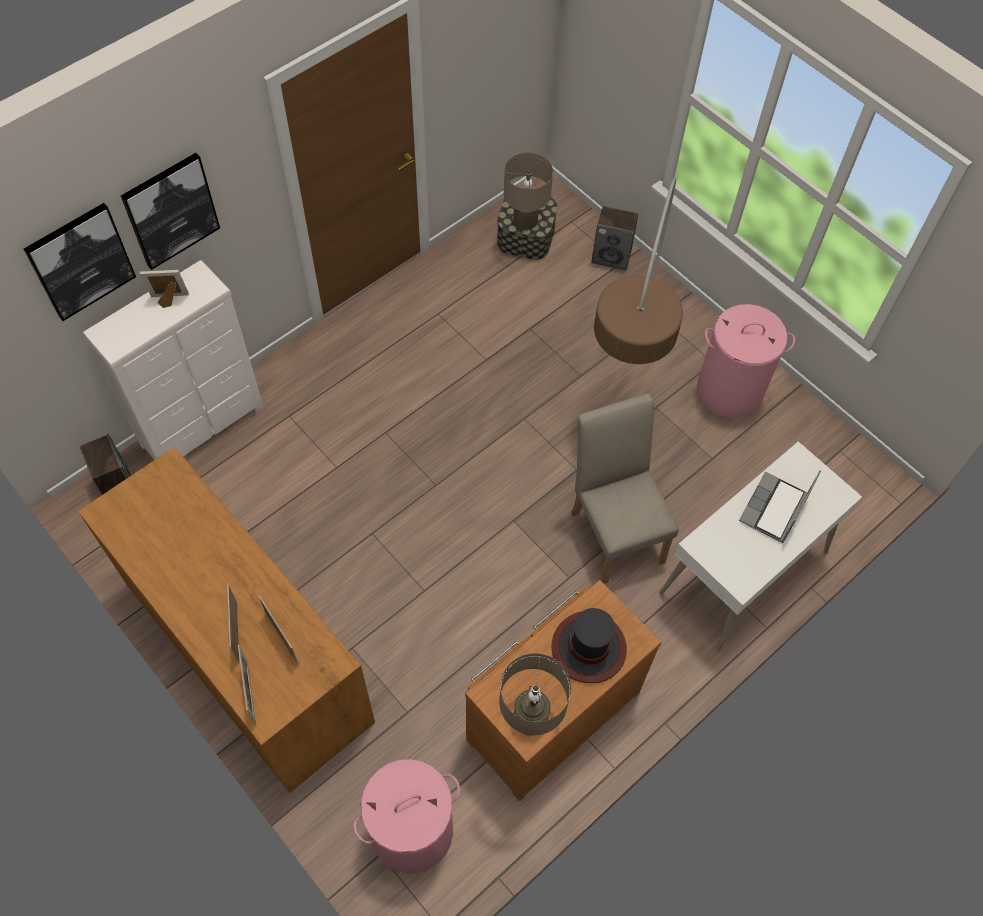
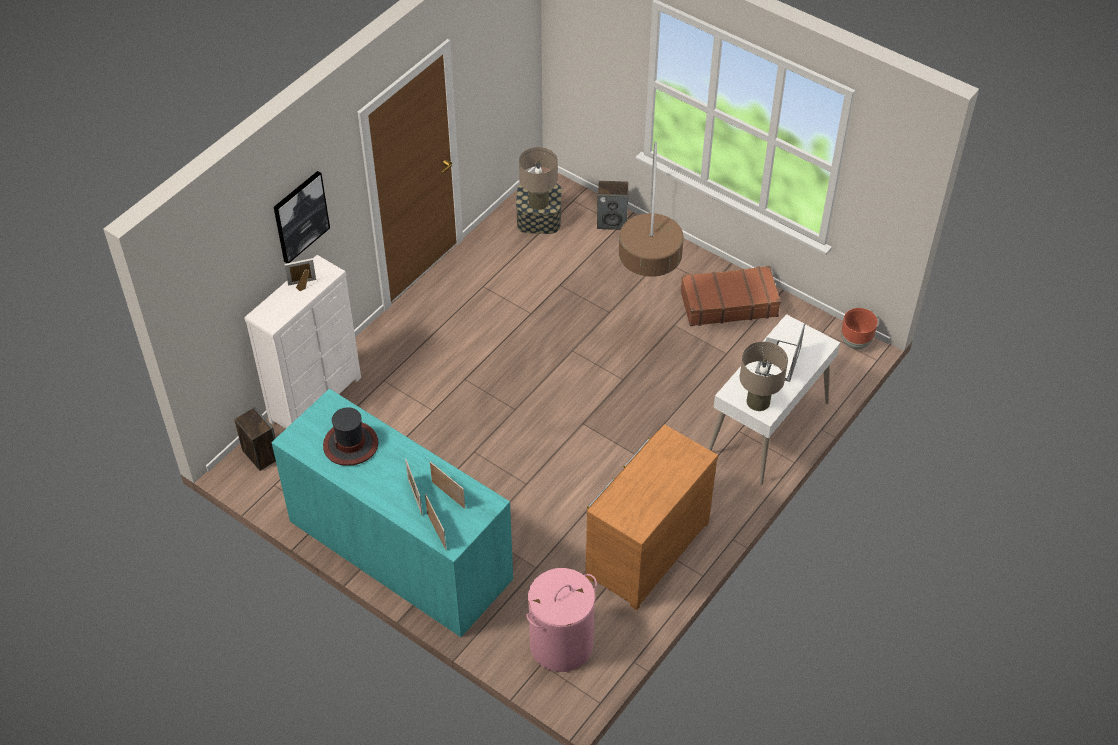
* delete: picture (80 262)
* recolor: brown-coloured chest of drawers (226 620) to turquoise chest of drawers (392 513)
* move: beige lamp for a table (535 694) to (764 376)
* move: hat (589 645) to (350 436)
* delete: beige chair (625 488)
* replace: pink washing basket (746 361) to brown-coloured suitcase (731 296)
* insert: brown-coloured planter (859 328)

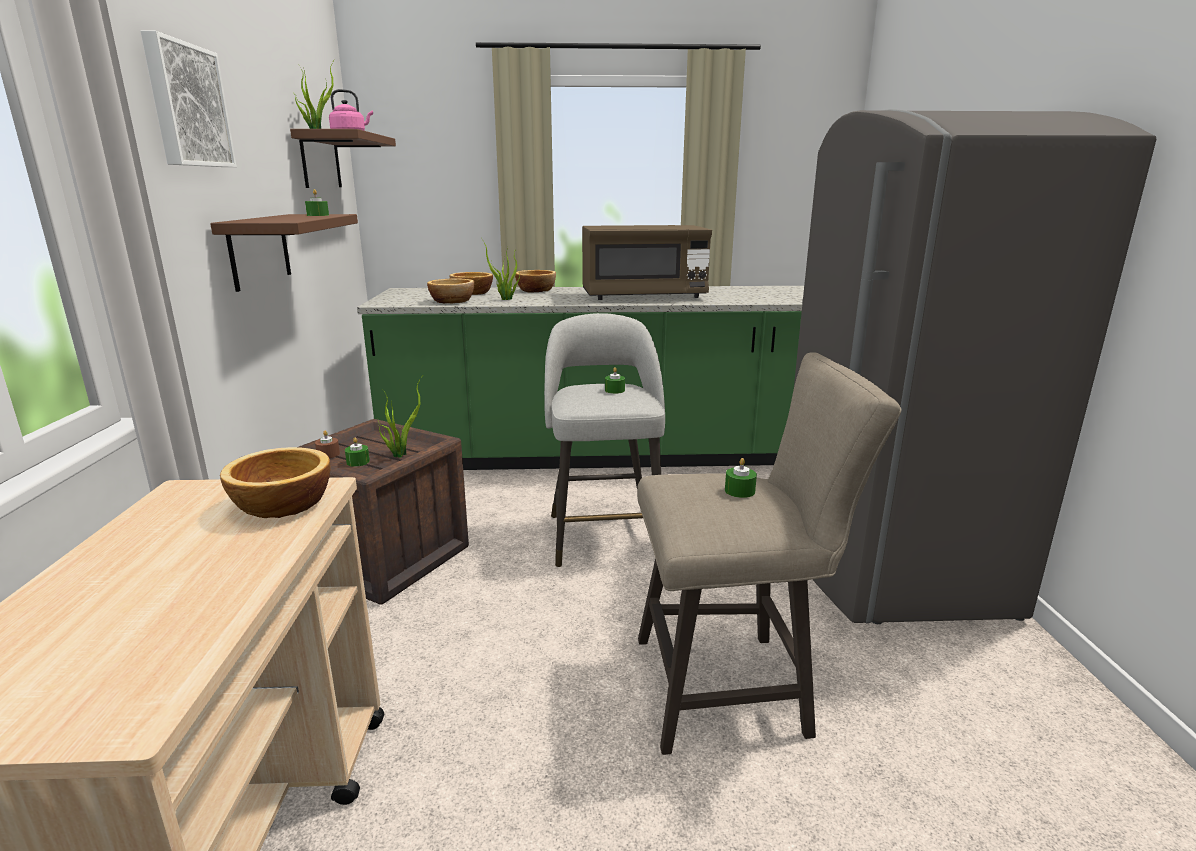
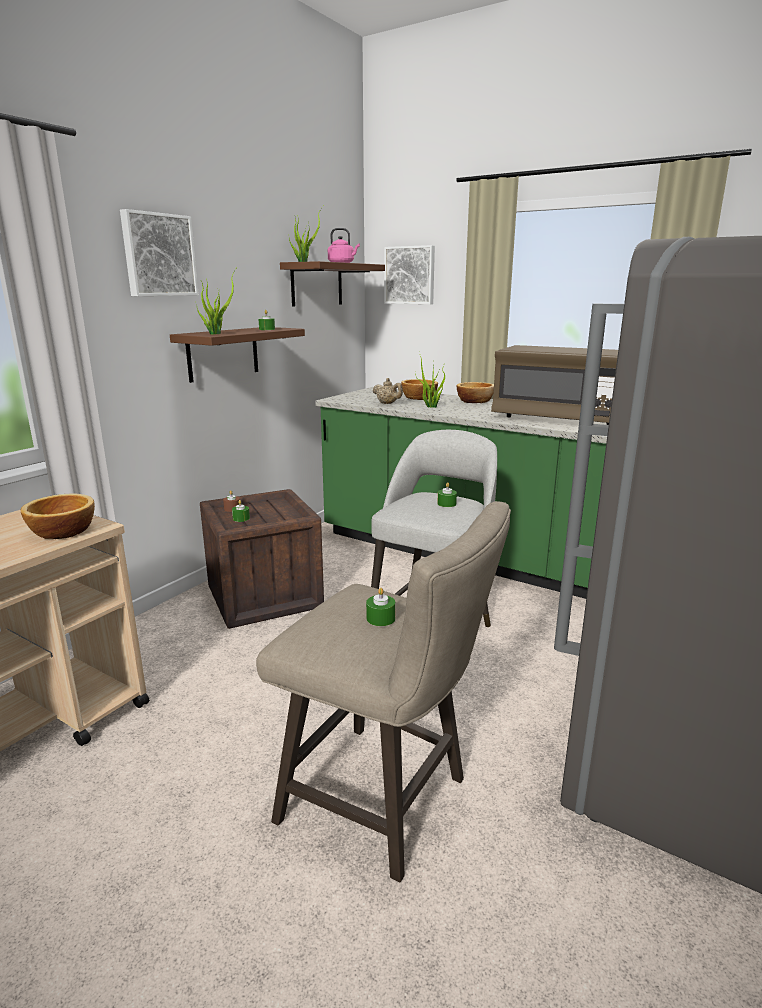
* move: houseplant (400 416) to (216 302)
* replace: serving bowl (450 291) to beige teapot (388 391)
* insert: picture (409 274)

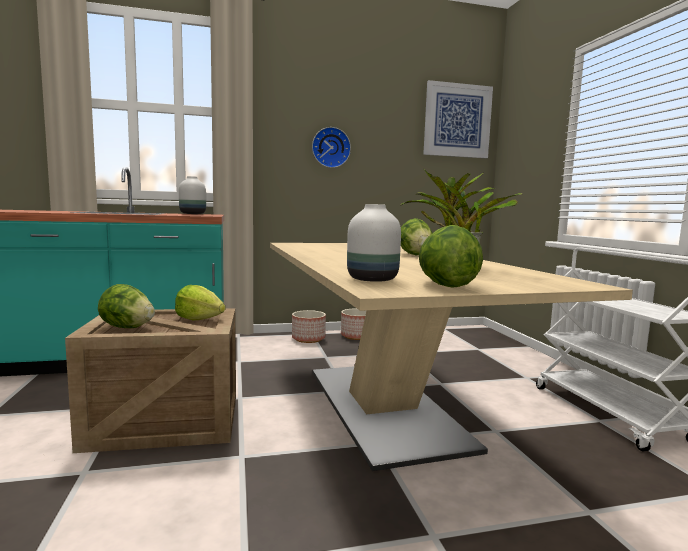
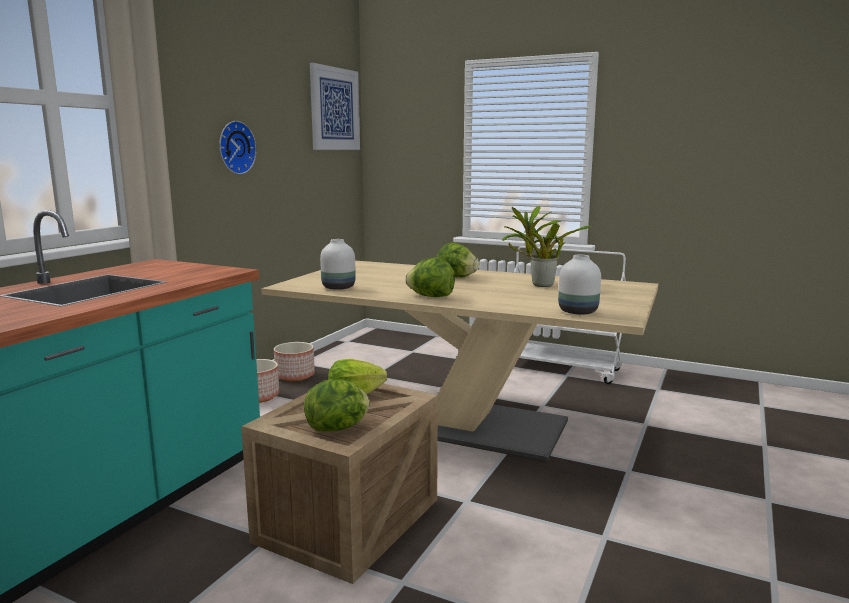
* move: white vase (192 195) to (338 264)
* move: lettuce head (451 256) to (430 277)

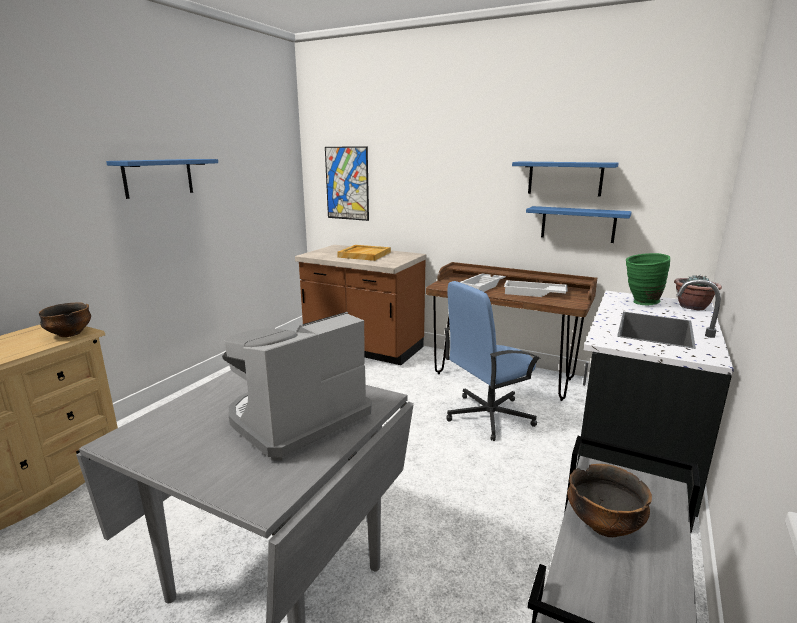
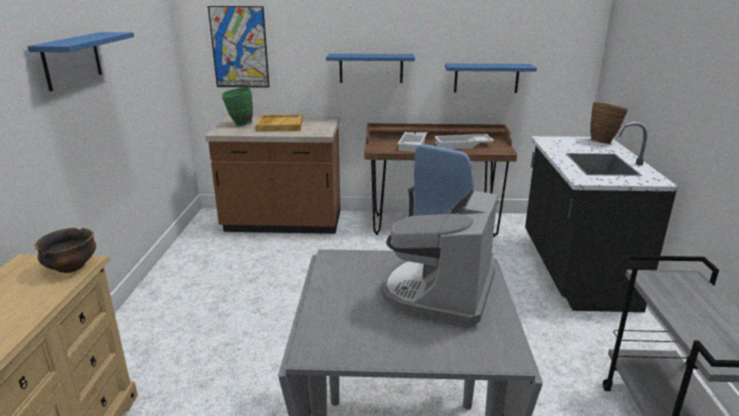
* move: bluish wall shelf (565 179) to (370 68)
* delete: serving bowl (609 500)
* move: green-coloured vase (648 279) to (237 107)
* replace: houseplant (698 292) to brown-coloured vase (609 123)

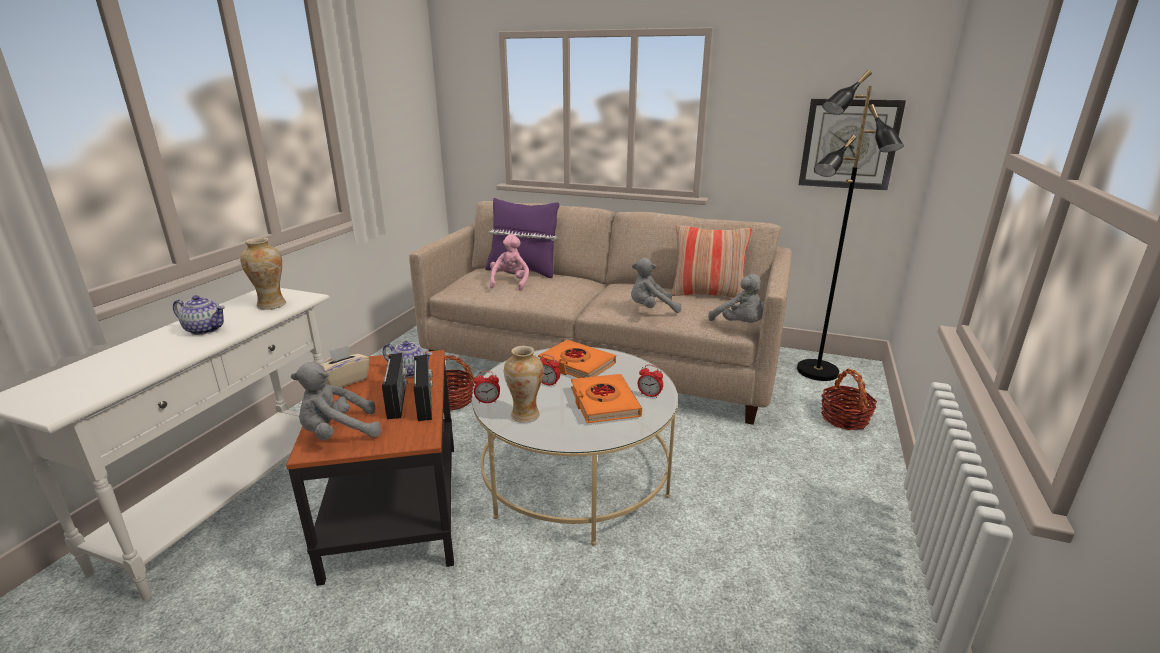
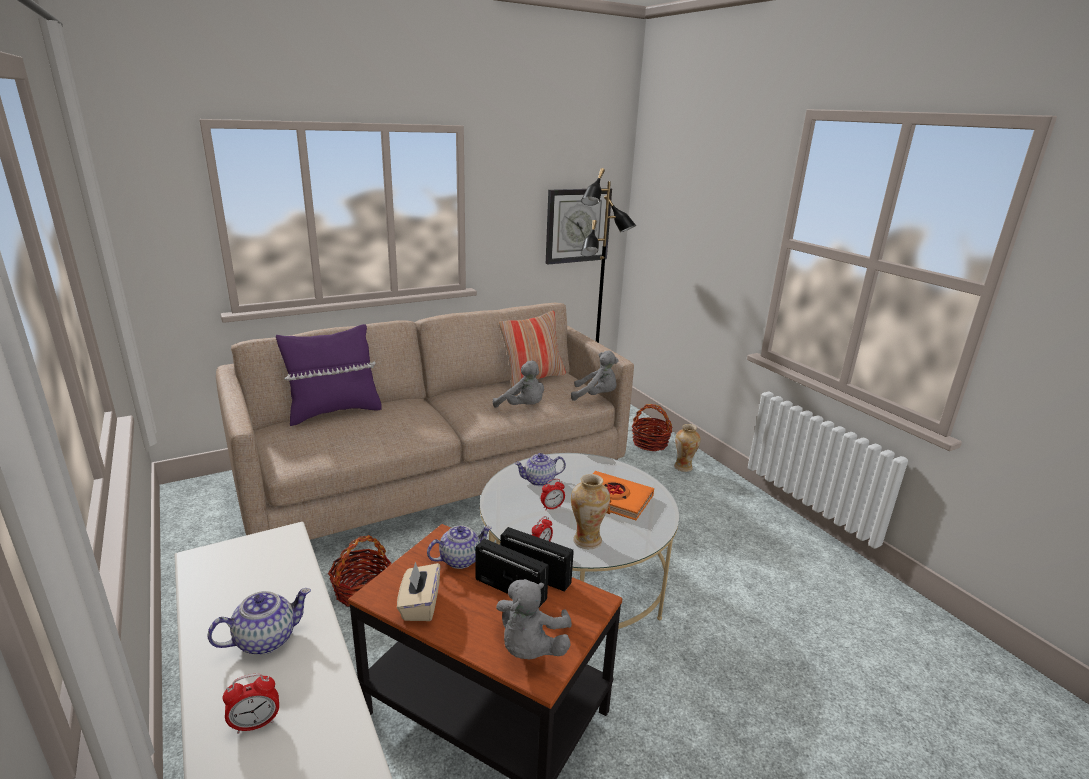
* move: vase (263 273) to (687 448)
* delete: pink soft toy (509 262)
* replace: orange-coloured book (577 359) to teapot (540 469)
* rotate: greyish soft toy (656 285) = (518 384) 90 degrees counterclockwise
* move: alarm clock (650 381) to (251 704)

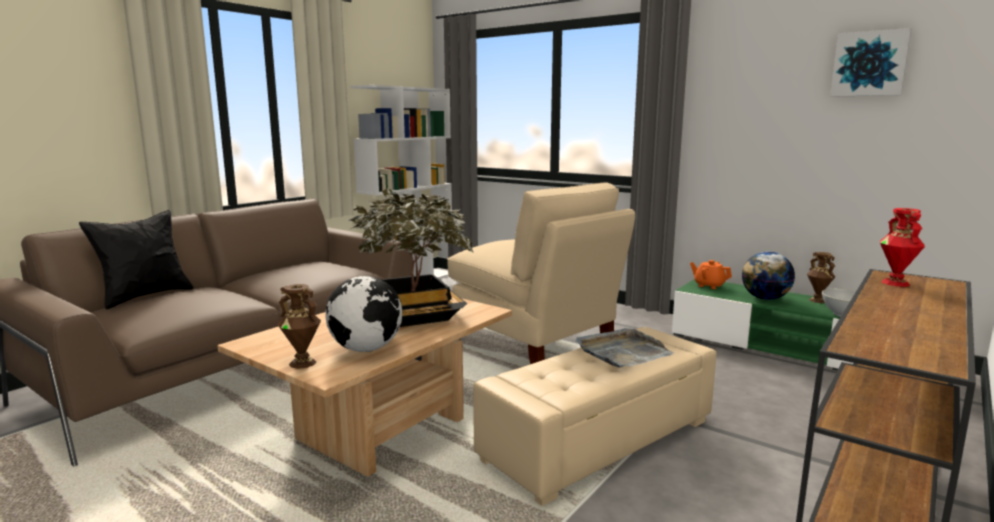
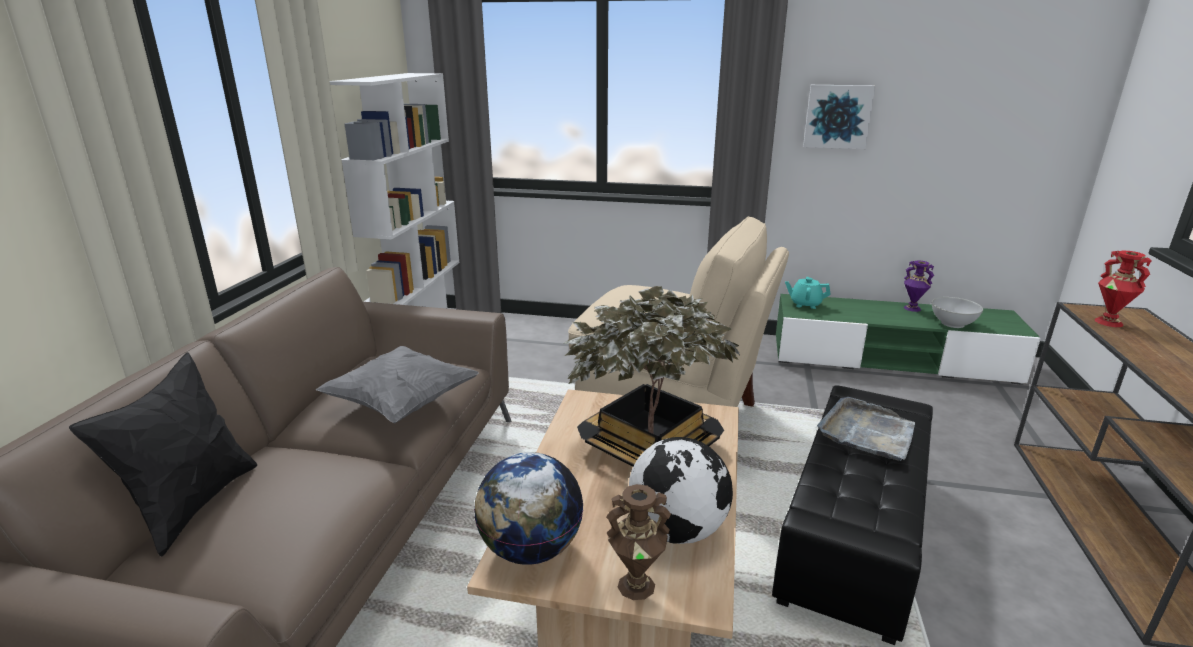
* recolor: beige footrest (594 416) to black-coloured footrest (852 515)
* recolor: orange-coloured teapot (711 274) to turquoise teapot (807 293)
* move: world globe (768 275) to (528 508)
* recolor: brown-coloured vase (821 277) to purple-coloured vase (919 286)
* move: picture (870 62) to (839 117)
* insert: greyish pillow (397 385)

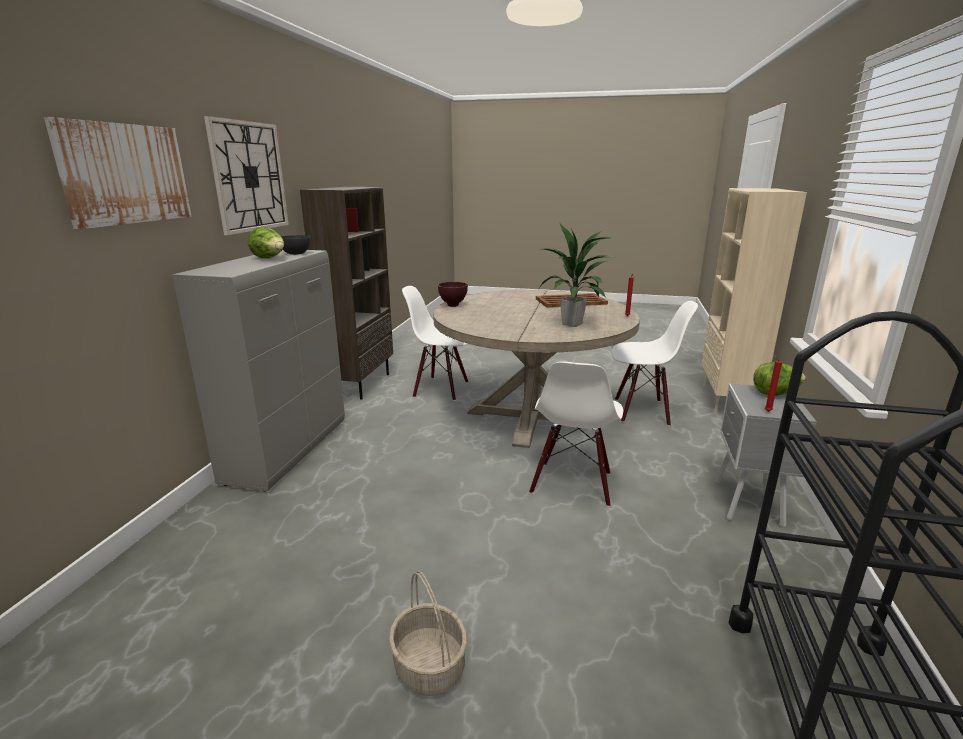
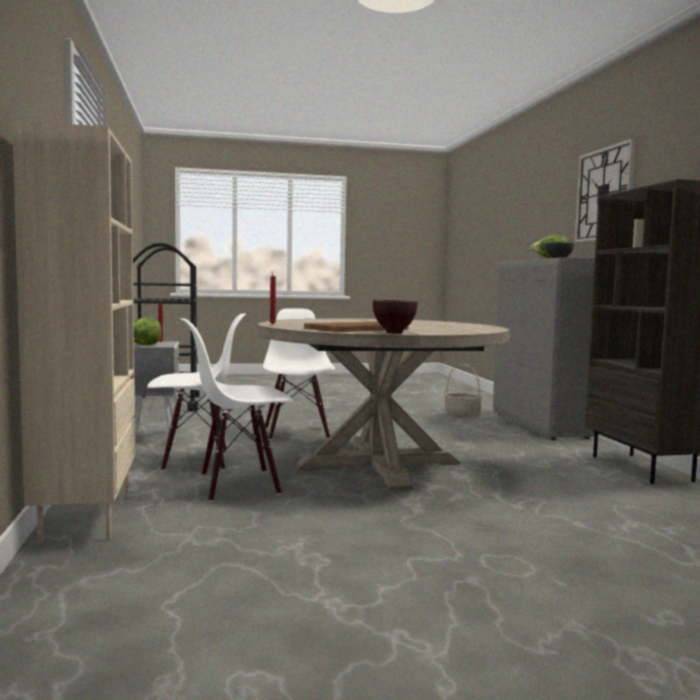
* delete: picture (118 173)
* move: household basket (428 633) to (463 390)
* move: white chair (435 343) to (196 392)
* move: brown-coloured serving bowl (453 294) to (395 317)
* delete: houseplant (576 274)

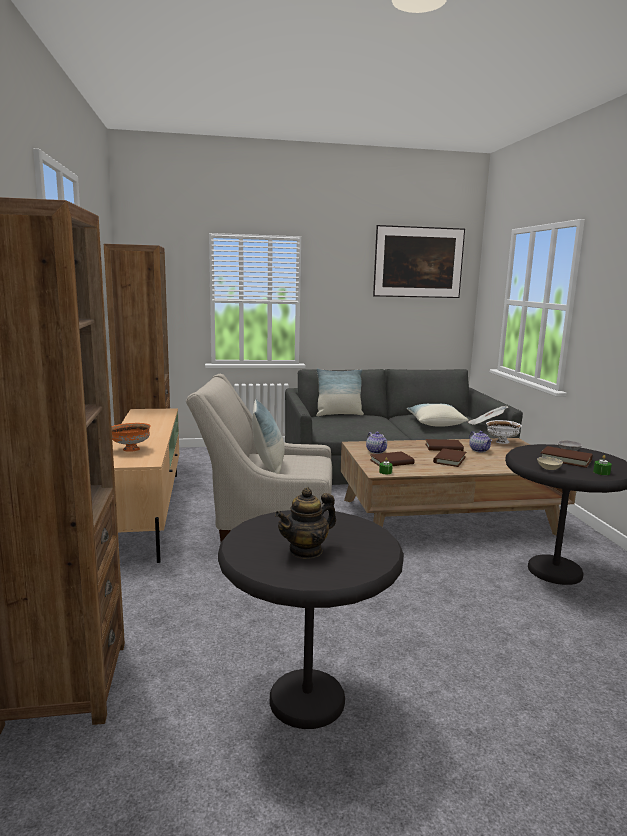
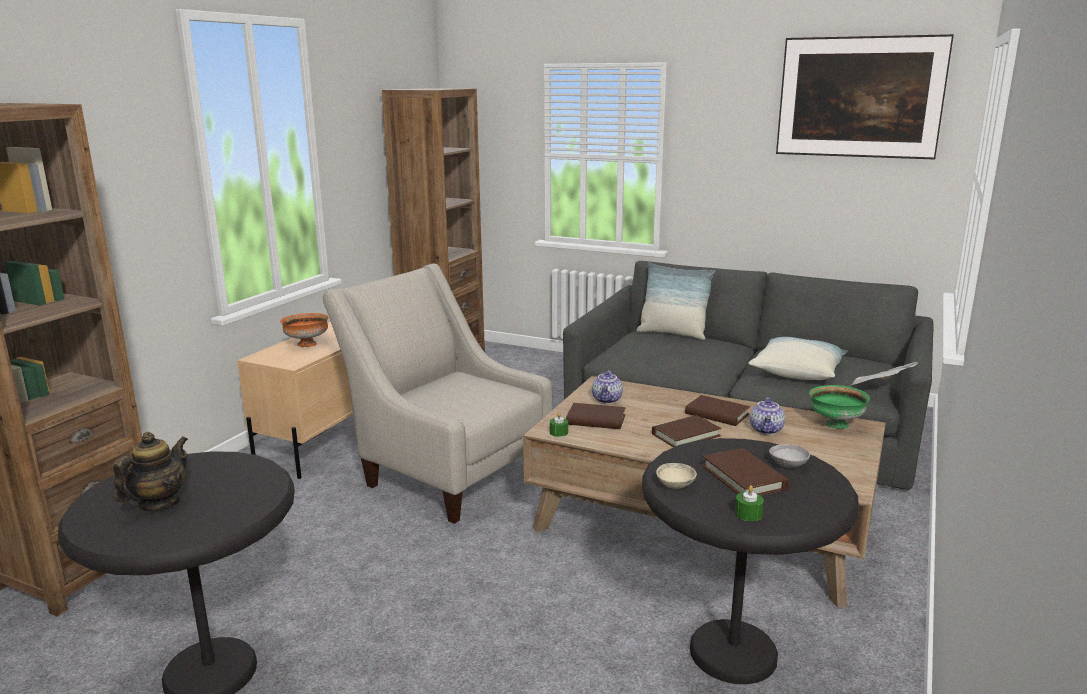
* delete: pillow (268 436)
* rotate: teapot (305 523) = (150 472) 120 degrees clockwise
* recolor: white serving bowl (504 432) to green-coloured serving bowl (839 407)

